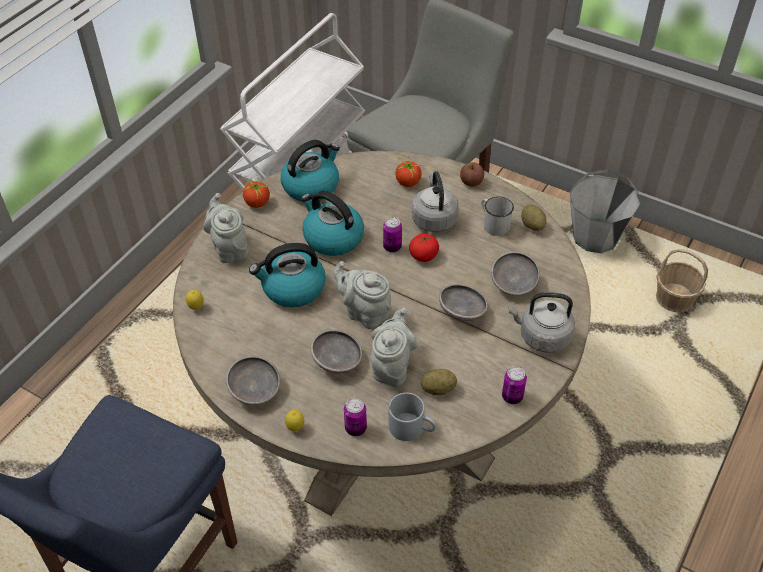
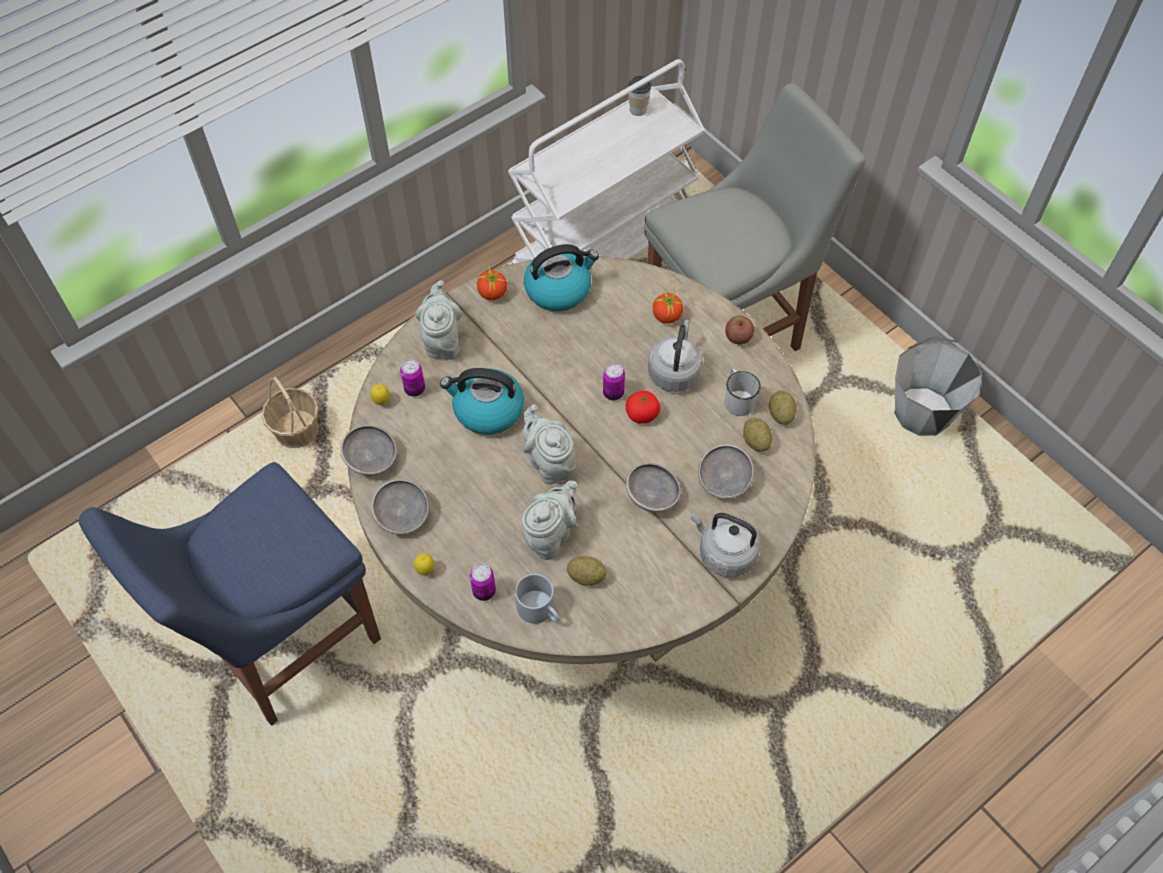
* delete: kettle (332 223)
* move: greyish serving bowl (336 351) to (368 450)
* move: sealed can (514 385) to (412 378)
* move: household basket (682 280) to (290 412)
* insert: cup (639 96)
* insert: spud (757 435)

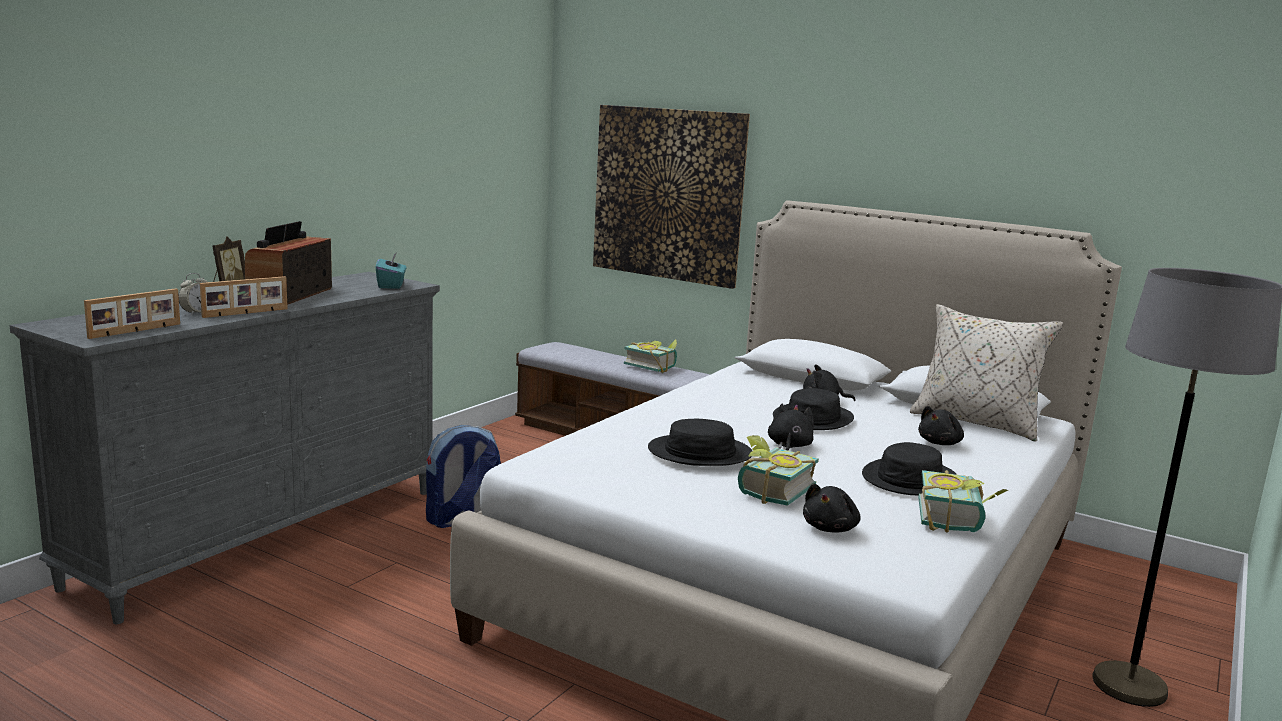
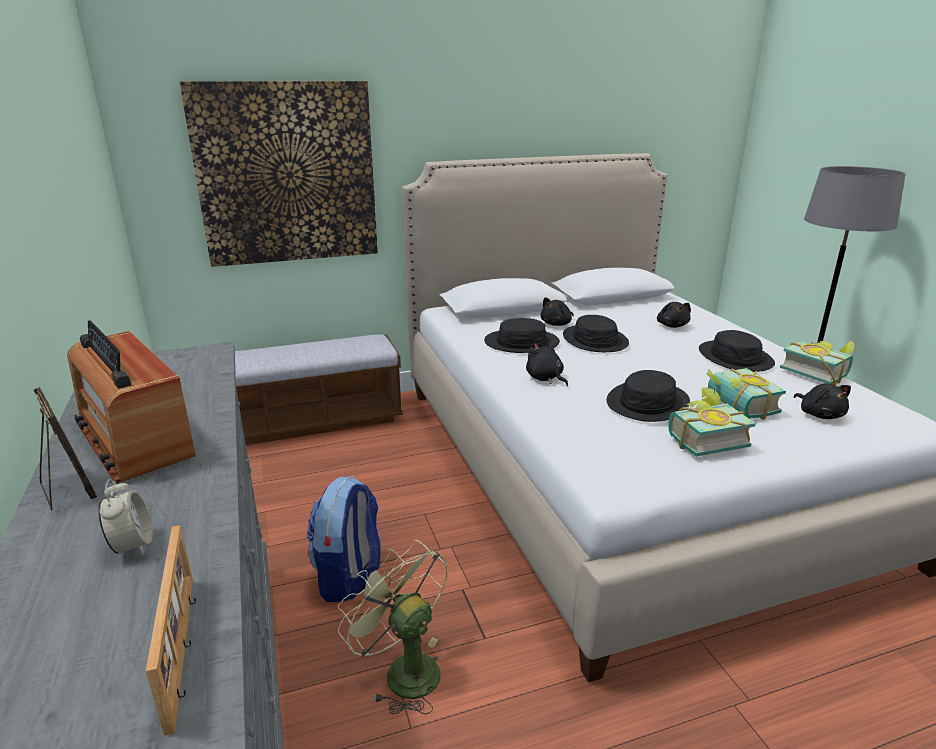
* delete: photo frame (244 297)
* delete: turquoise tissue holder (391 270)
* move: book (650 356) to (712 422)
* move: black-coloured soft toy (791 426) to (547 363)
* delete: beige pillow (986 373)
* insert: green-coloured fan (393 627)
* insert: black-coloured hat (522 335)

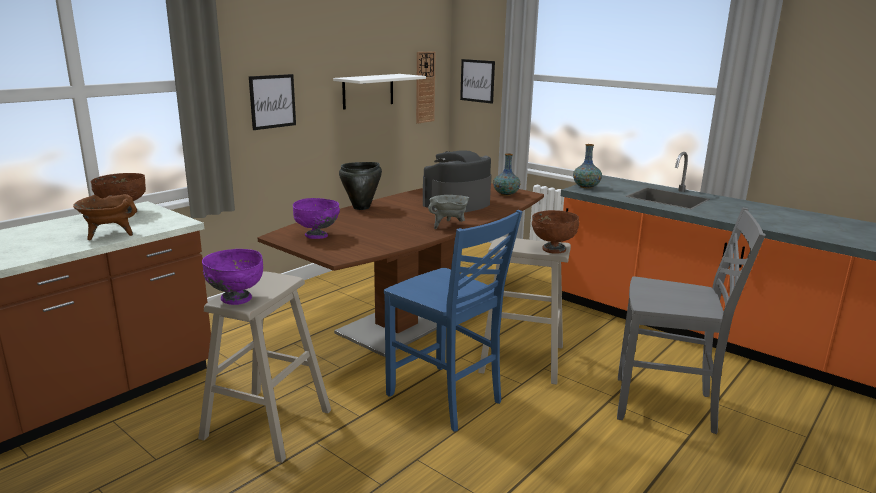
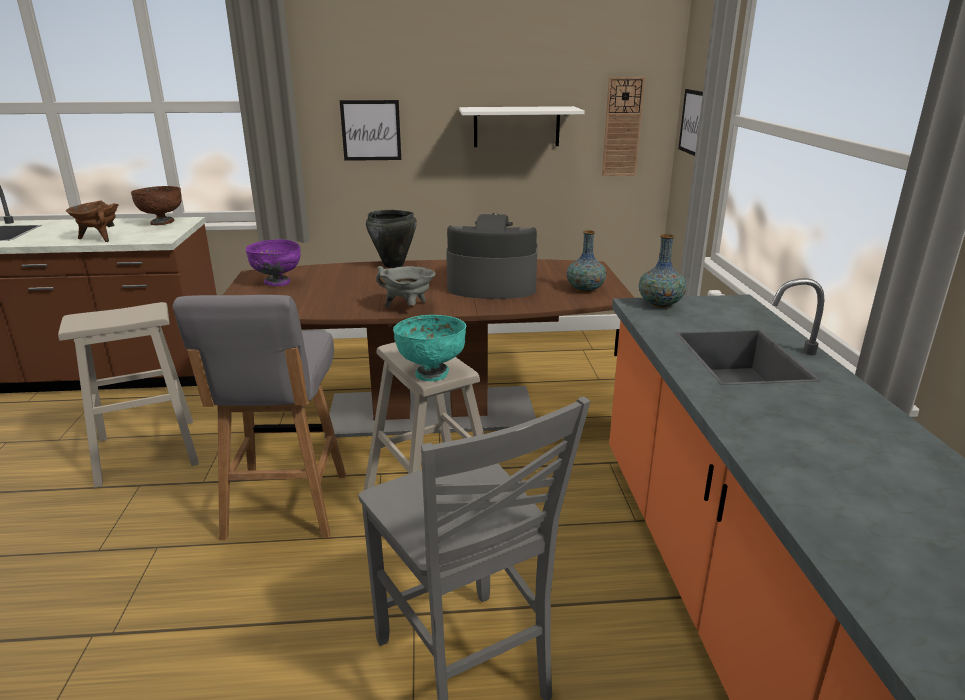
* delete: purple-coloured serving bowl (232 277)
* replace: bluish chair (453 321) to greyish stool (259 417)
* recolor: brown-coloured serving bowl (555 232) to turquoise serving bowl (429 348)

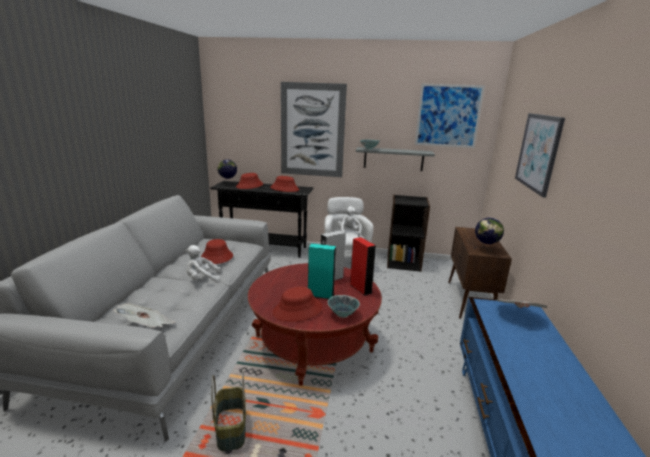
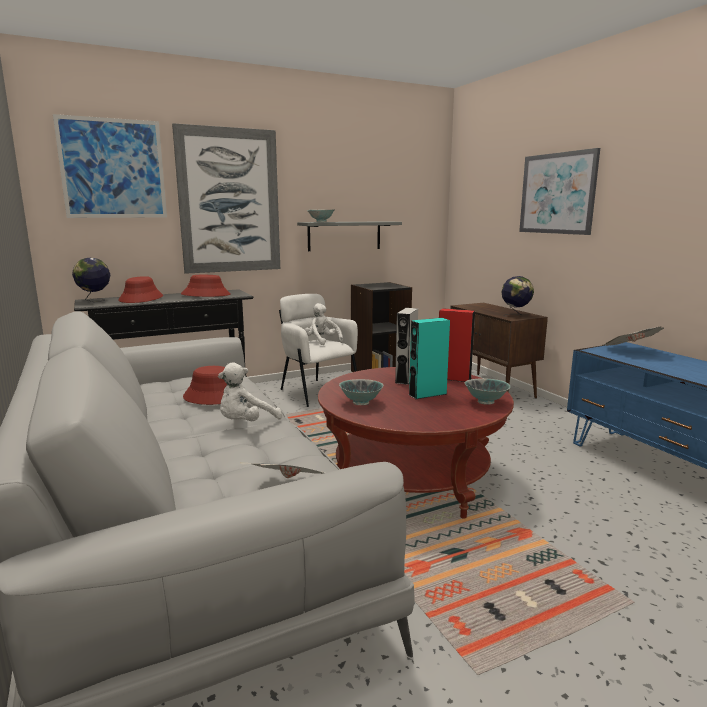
* delete: household basket (228 411)
* delete: reddish hat (297 304)
* move: picture (450 116) to (110 166)
* insert: serving bowl (361 392)

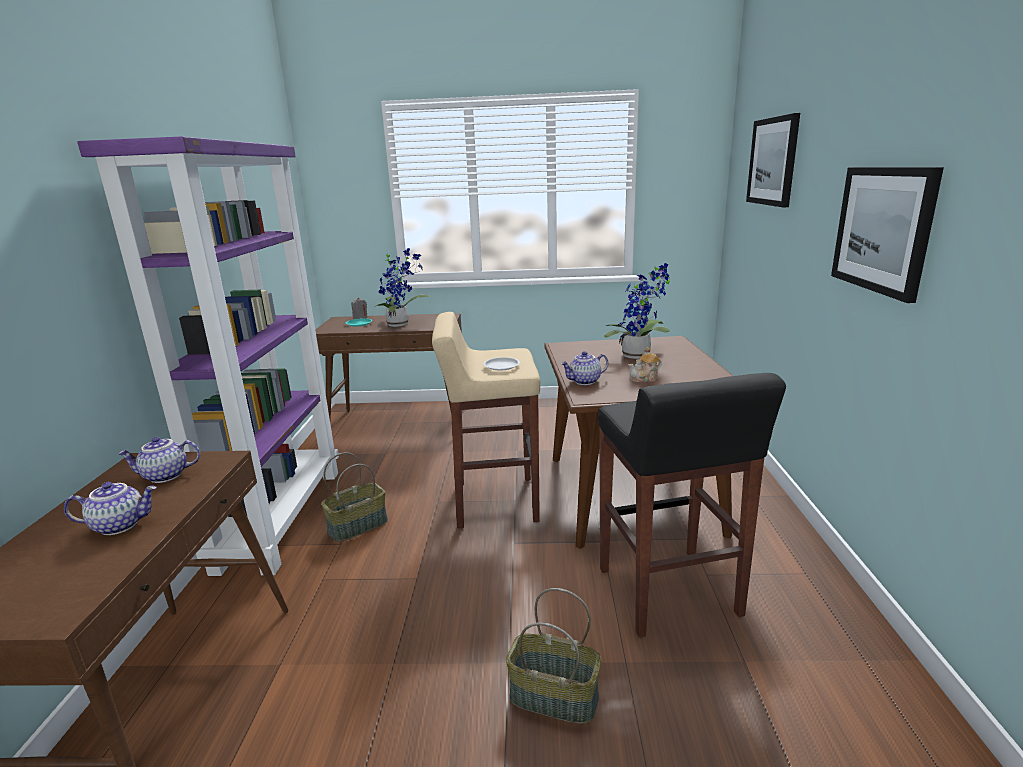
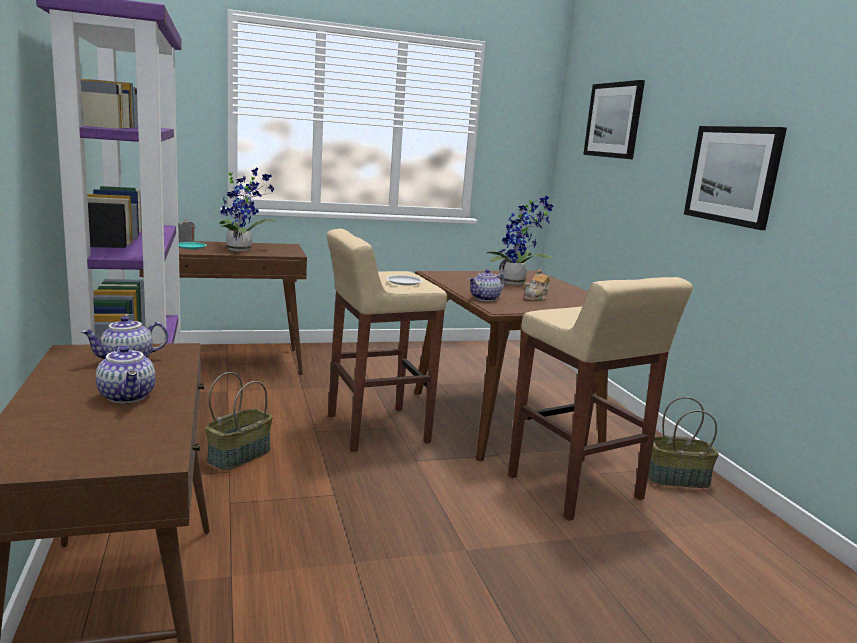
* rotate: teapot (110 508) = (126 374) 90 degrees clockwise
* move: household basket (553 656) to (683 442)
* recolor: black-coloured stool (692 505) to beige stool (600 399)

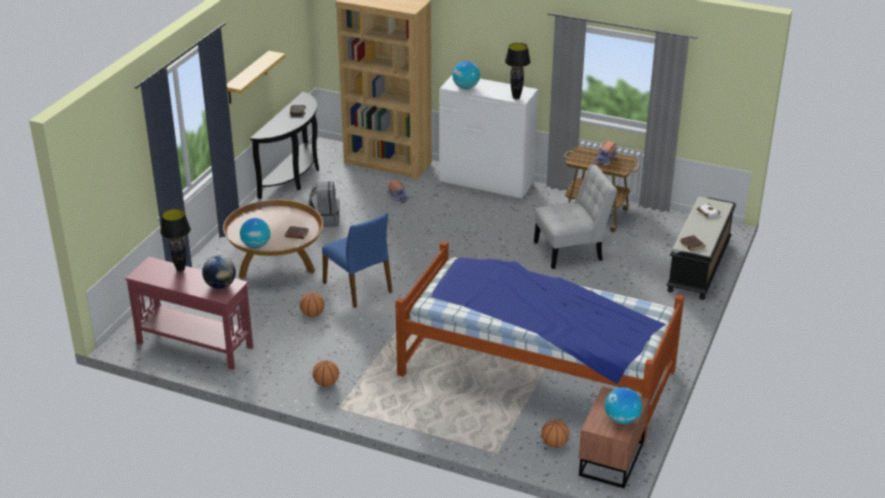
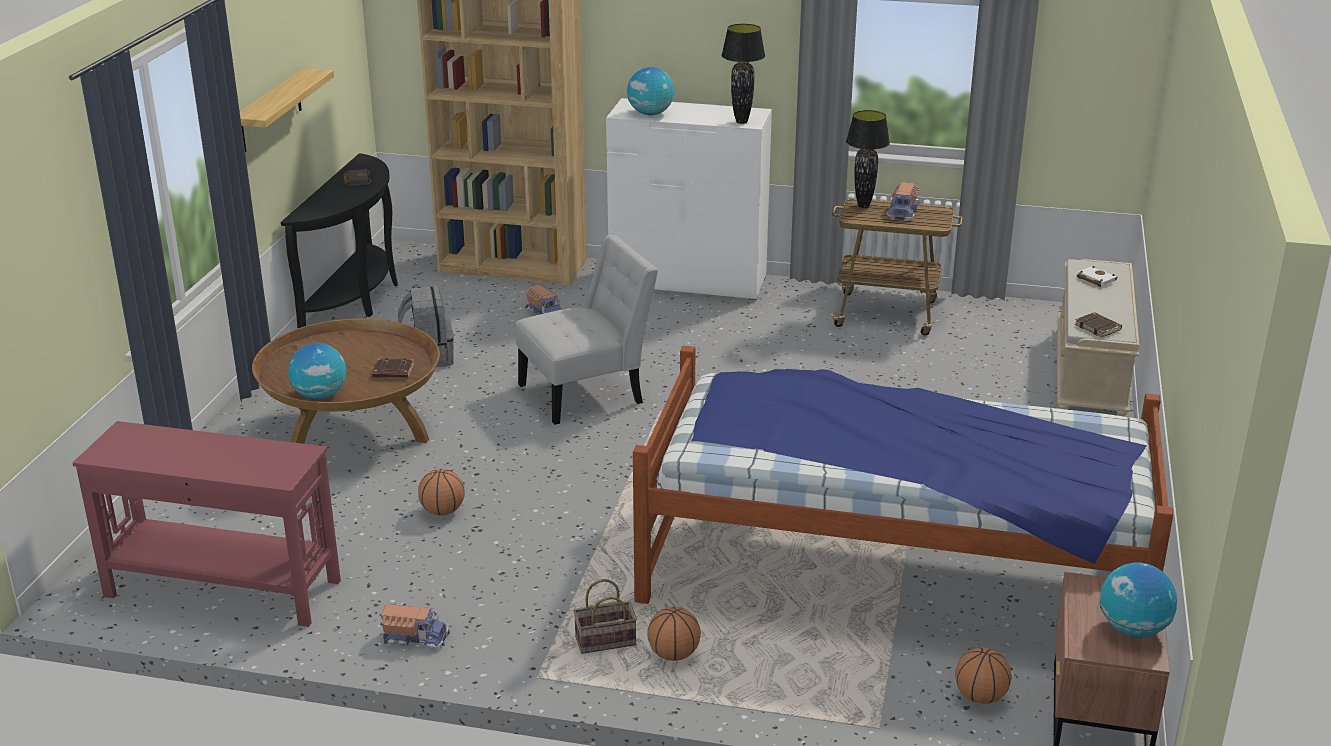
* move: black-coloured lamp for a table (175 240) to (868 159)
* delete: world globe (219 272)
* move: basketball (326 373) to (674 634)
* delete: bluish chair (357 260)
* move: white chair (575 216) to (586 330)
* recolor: black-coloured long seat (701 248) to beige long seat (1098 338)
* insert: toy lorry (415 626)
* insert: household basket (605 616)

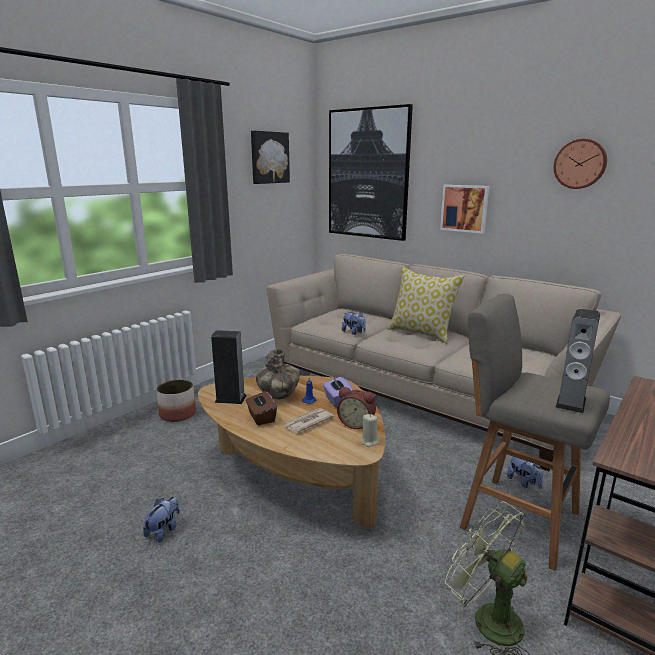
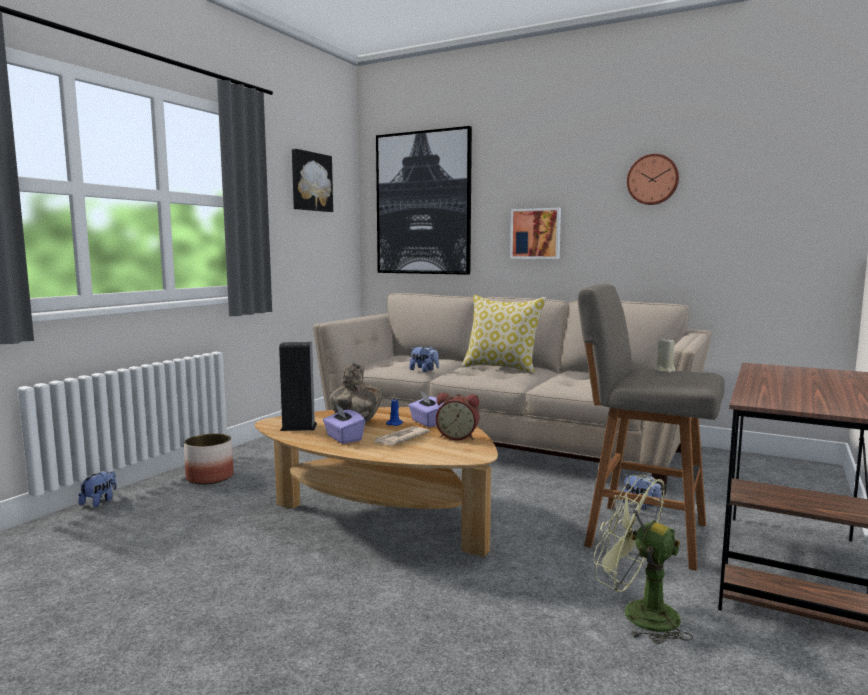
* move: soft toy (161 519) to (97 489)
* recolor: brown-coloured tissue holder (261 408) to purple-coloured tissue holder (344 424)
* move: beige wax light (370 430) to (665 356)
* delete: loudspeaker (578 361)

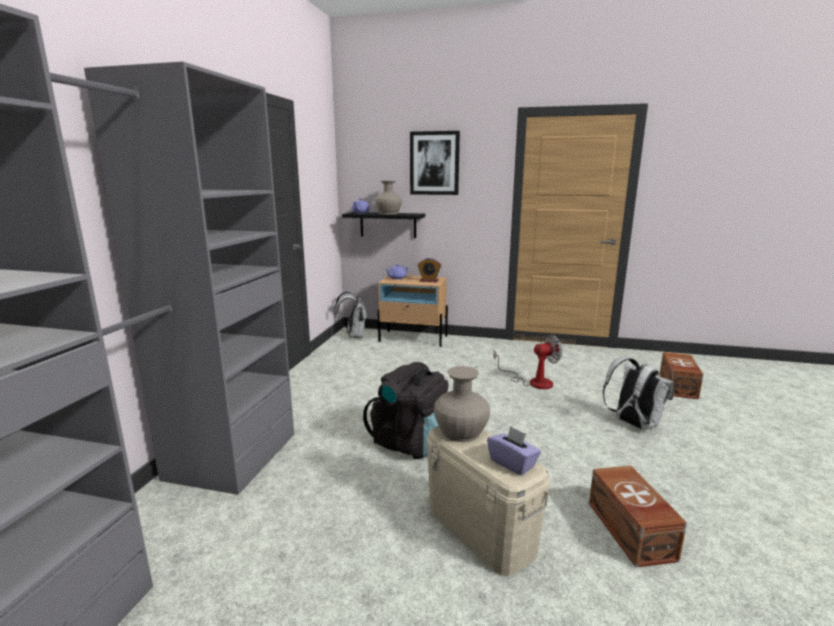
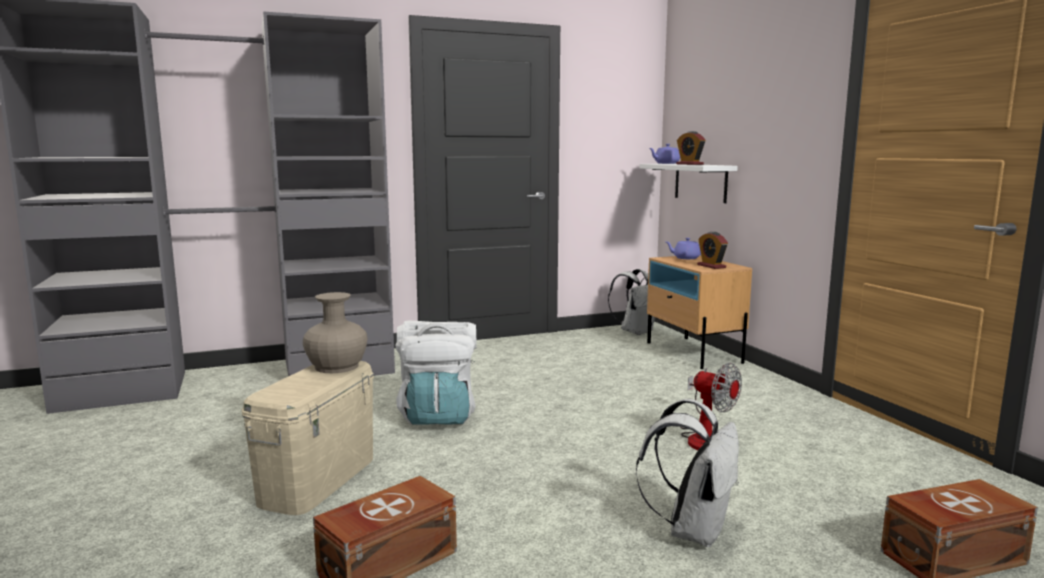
* recolor: black-coloured wall shelf (383 225) to white wall shelf (688 183)
* recolor: black-coloured backpack (405 410) to white backpack (435 373)
* replace: beige vase (388 197) to alarm clock (691 148)
* delete: picture (435 163)
* delete: purple-coloured tissue holder (514 450)

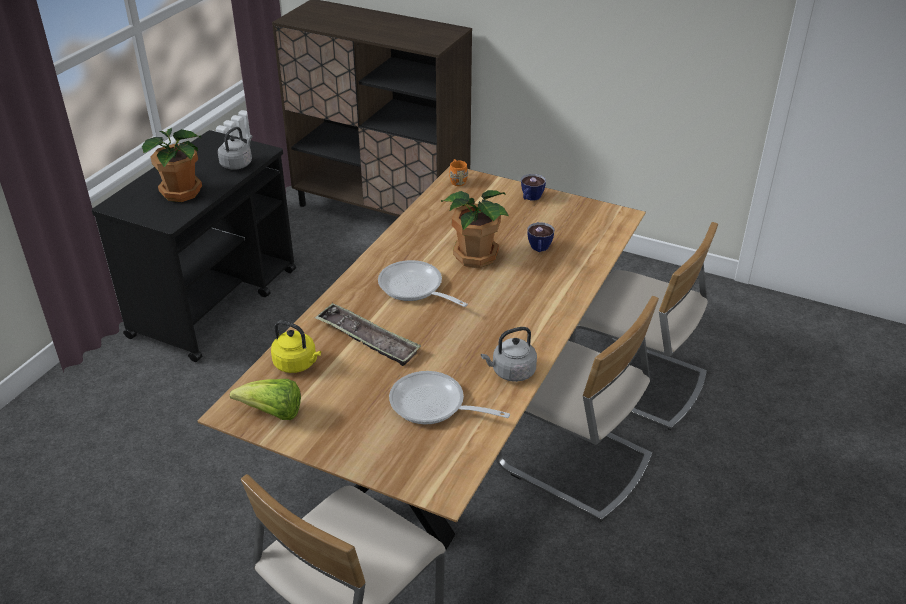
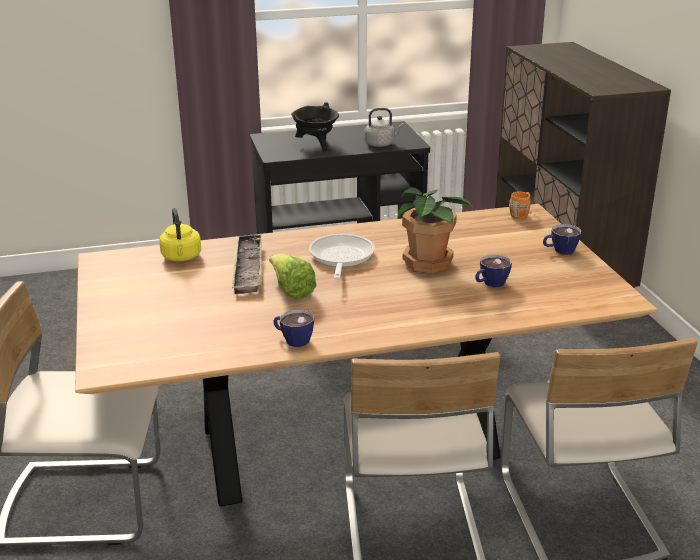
* replace: houseplant (172 165) to black-coloured saucepot (315 126)
* move: lettuce head (265 399) to (292 276)
* delete: pan (449 397)
* replace: greyish kettle (509 354) to cup (293 328)

